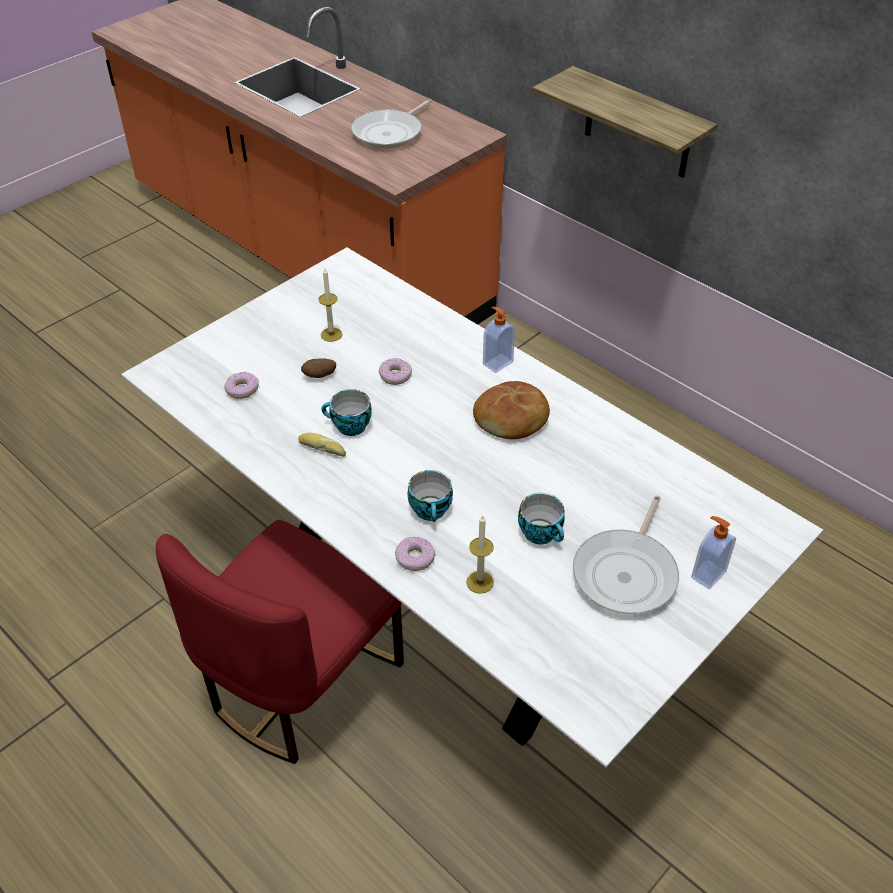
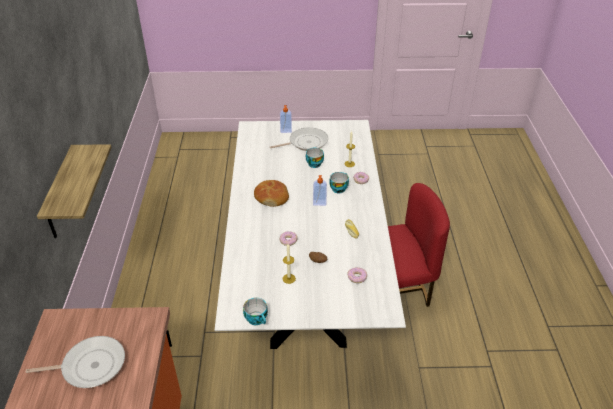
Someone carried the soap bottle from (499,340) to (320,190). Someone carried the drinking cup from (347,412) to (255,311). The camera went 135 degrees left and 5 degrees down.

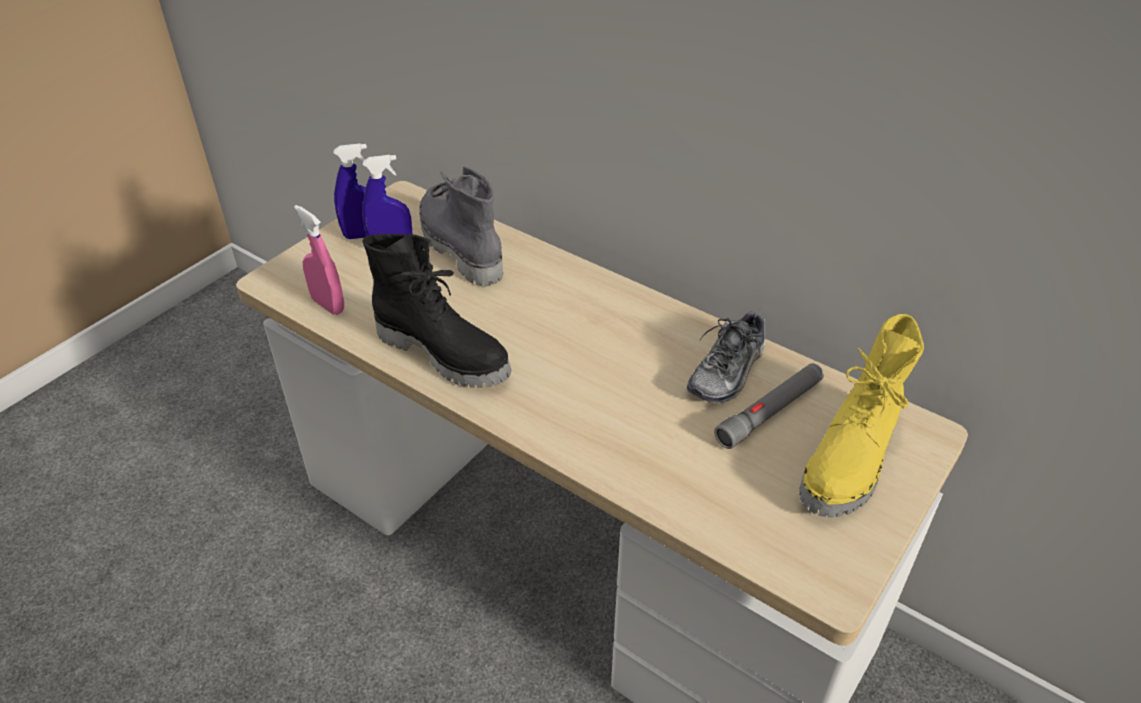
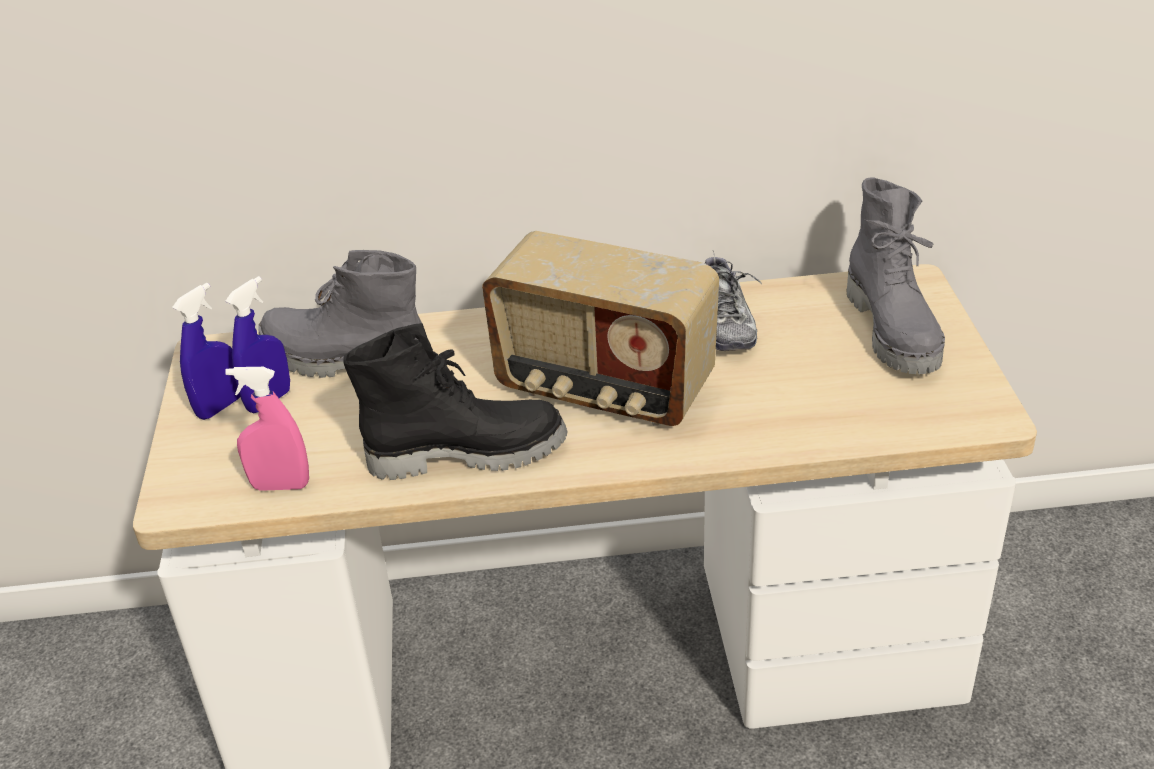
Someone repainted the yellow tall boot at (861,416), which became the gray tall boot at (895,276). Someone took away the gray hand torch at (769,406). Someone put down the radio receiver at (600,328). The camera went 40 degrees left and 5 degrees down.

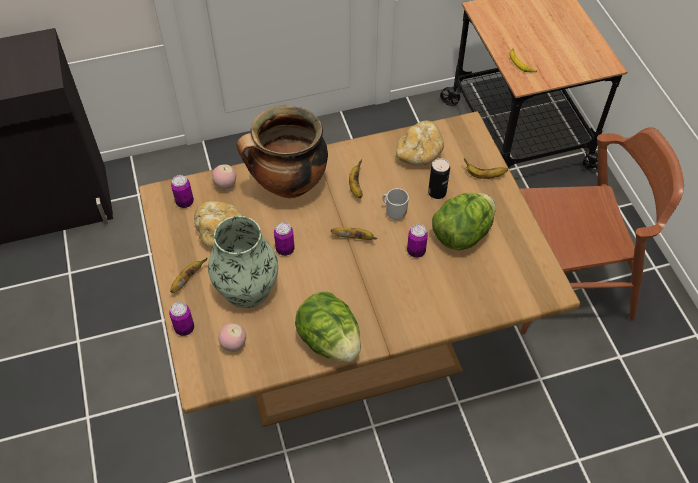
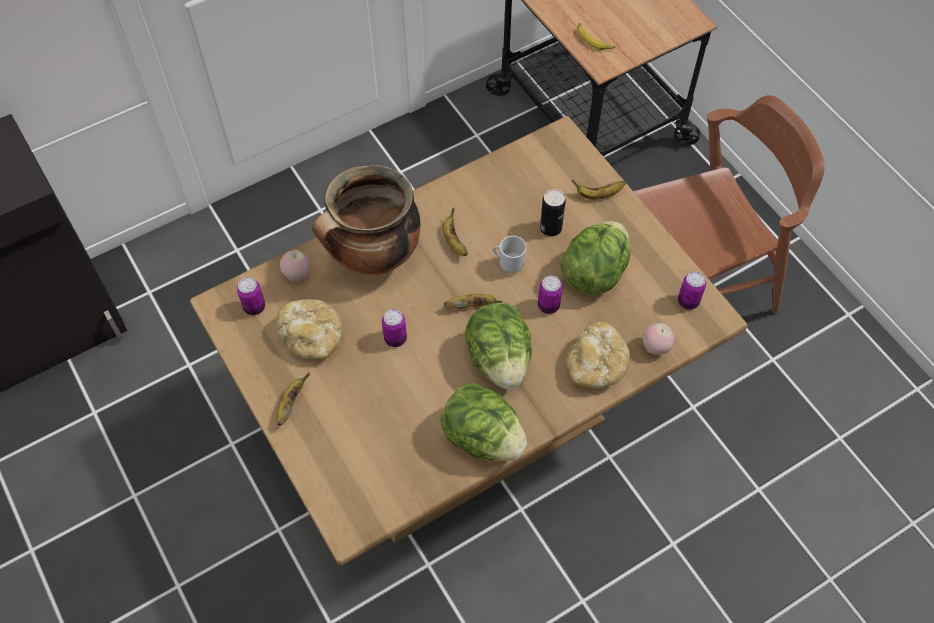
Someone carried the bread from (420,143) to (598,355). Someone took away the vase at (243,262). Someone carried the sealed can from (181,319) to (692,290). Someone carried the whole apple from (232,337) to (658,339). Someone put down the head of lettuce at (498,346). The camera went 15 degrees left and 5 degrees up.

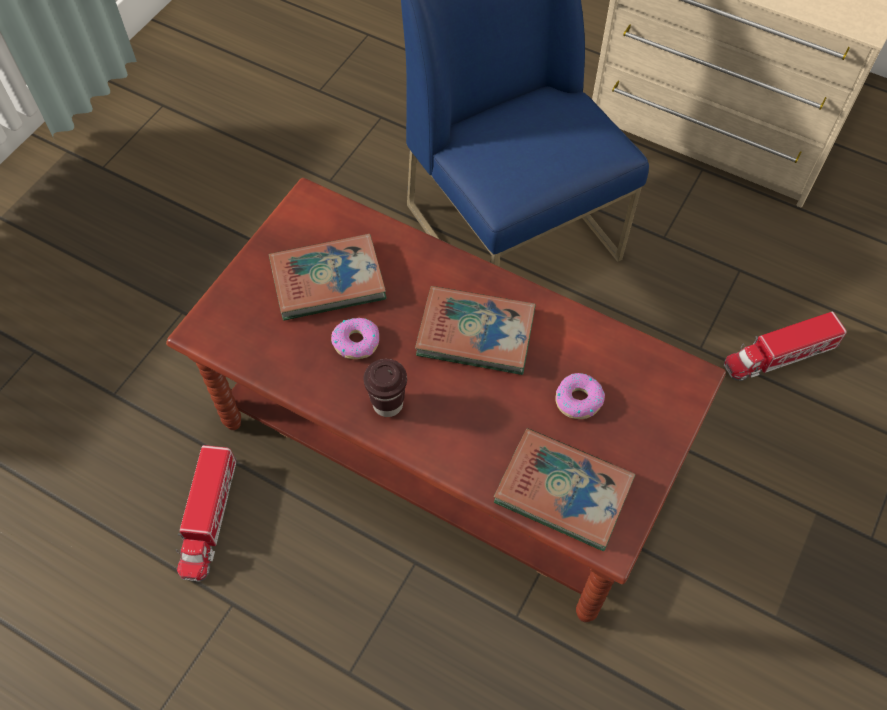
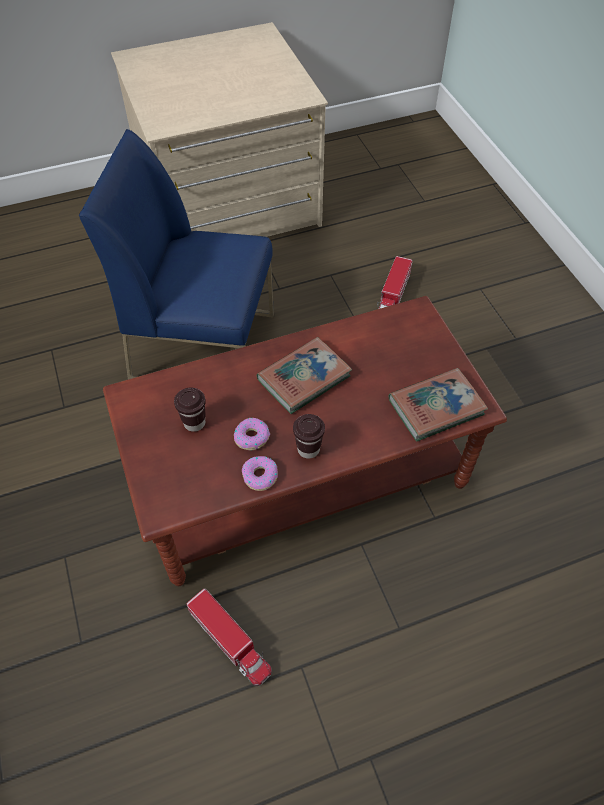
Someone swapped the volume at (328,277) for the brownish drinking cup at (190,410). Someone carried the ring doughnut from (580,396) to (260,473). The camera went 50 degrees left and 5 degrees down.

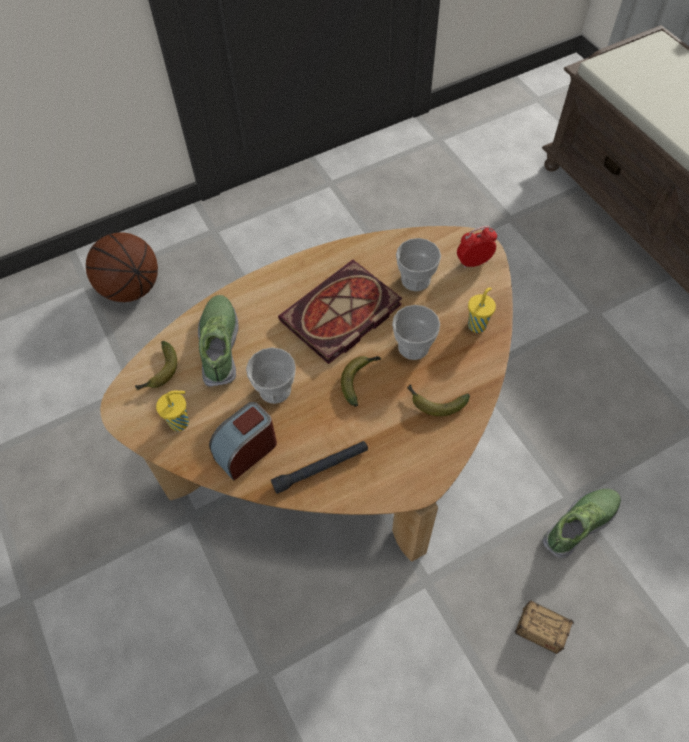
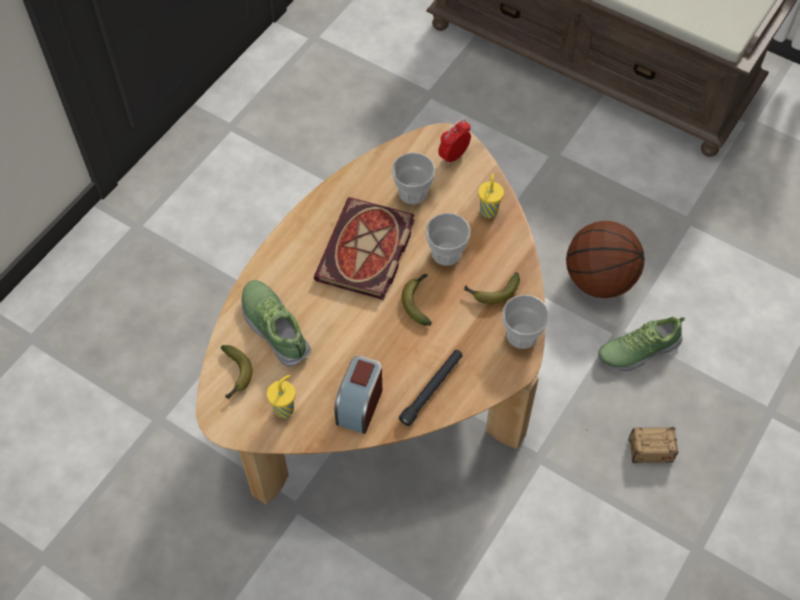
Someone carried the basketball from (122,267) to (605,259). Someone carried the drinking cup from (271,375) to (525,322). Someone rotated the shoe at (581,524) by 135 degrees counterclockwise. The camera went 30 degrees left and 0 degrees up.

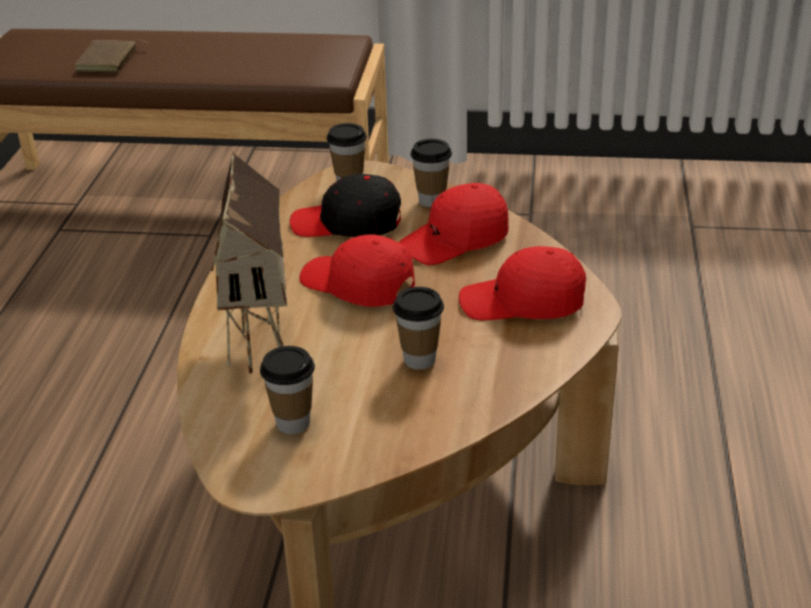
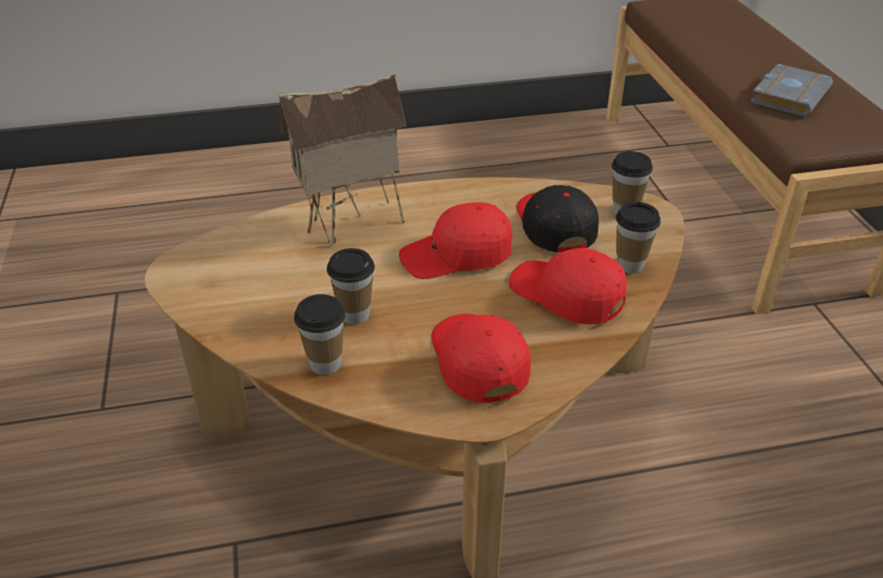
Someone took away the brownish volume at (111,56). Someone rotated the red-coloured baseball cap at (357,270) by 120 degrees counterclockwise. Someone carried the drinking cup from (287,390) to (320,334). Someone put down the gray volume at (792,90). The camera went 70 degrees right and 5 degrees up.

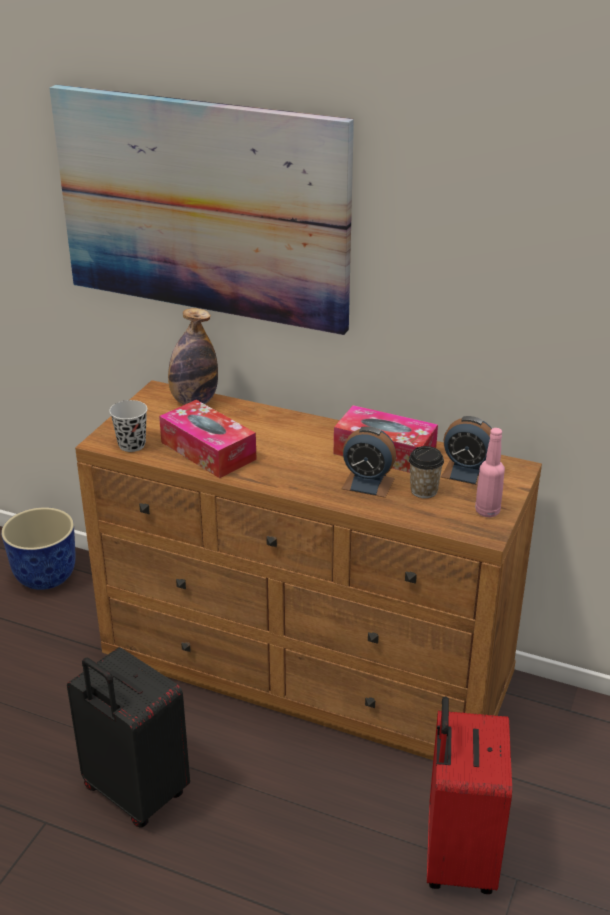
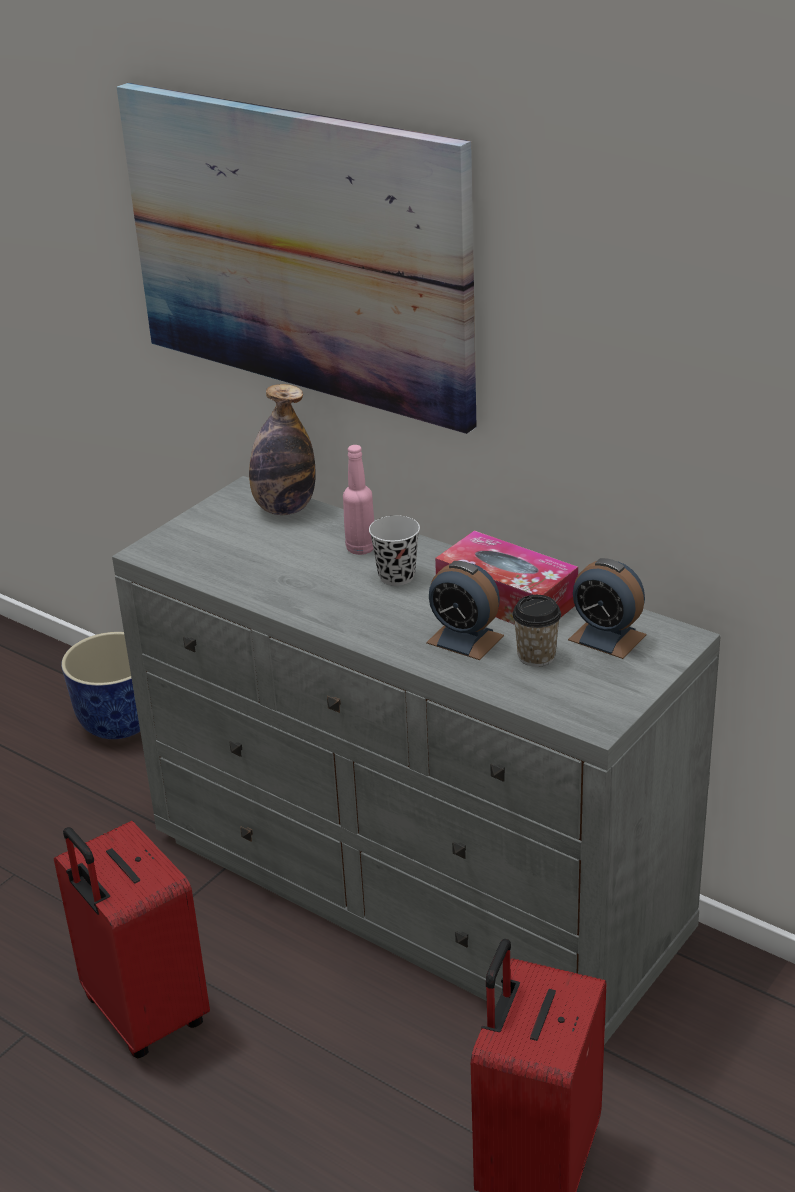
Someone repainted the brownish dresser at (308,570), which became the gray dresser at (416,760). Someone carried the black drinking cup from (128,426) to (394,550). Someone took away the tissue holder at (208,439). Someone carried the pink bottle from (490,472) to (358,500). Someone repainted the black suitcase at (128,737), which became the red-coloured suitcase at (132,939). The camera went 15 degrees right and 0 degrees up.

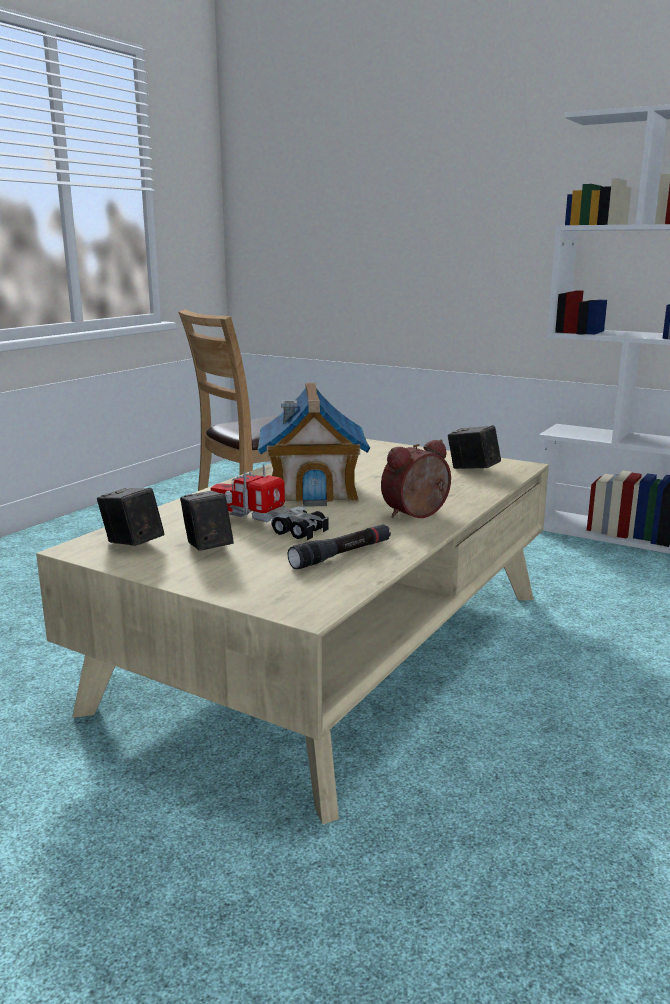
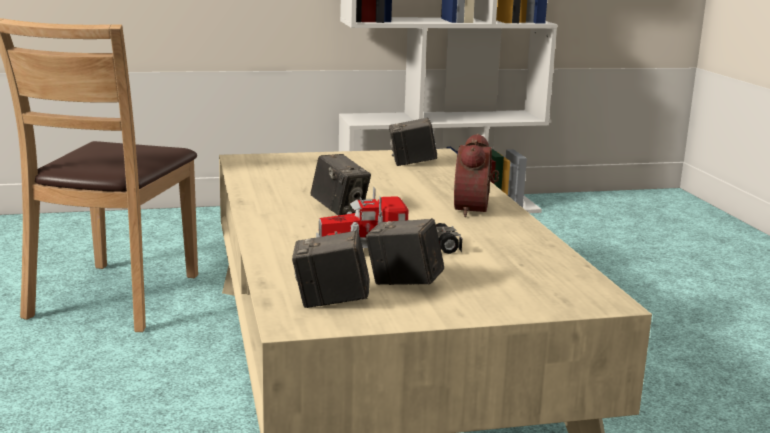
Someone swapped the model house at (314,445) for the photo camera at (341,184). Someone took away the black hand torch at (339,546). The camera went 45 degrees left and 0 degrees up.

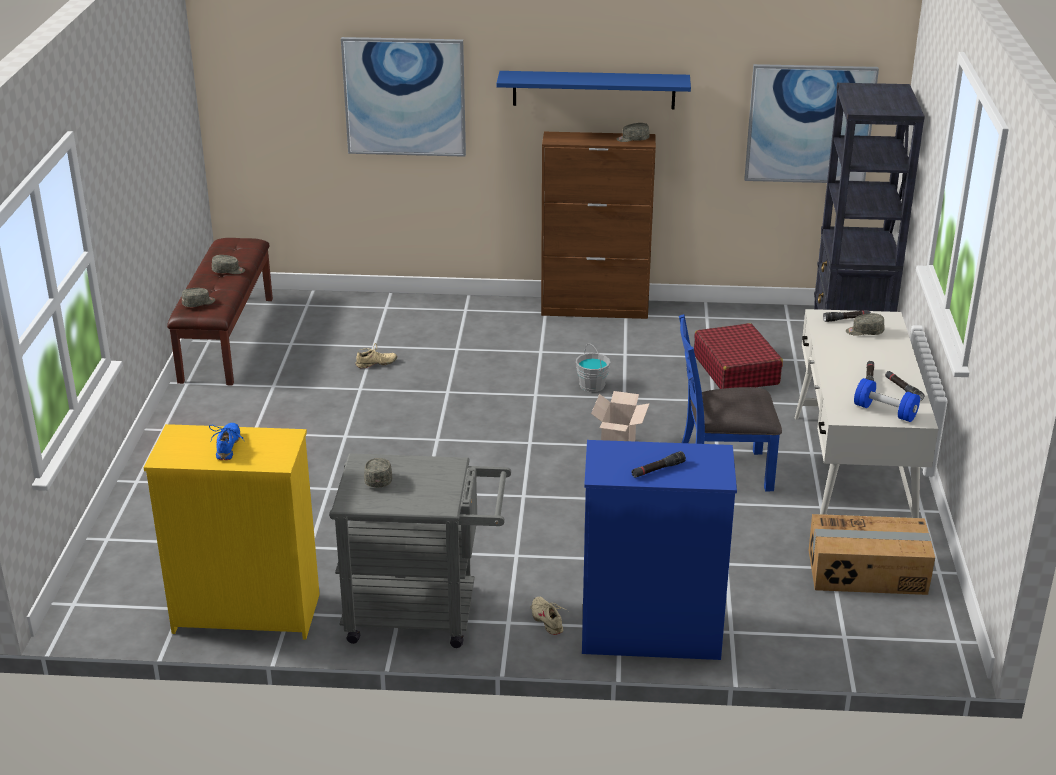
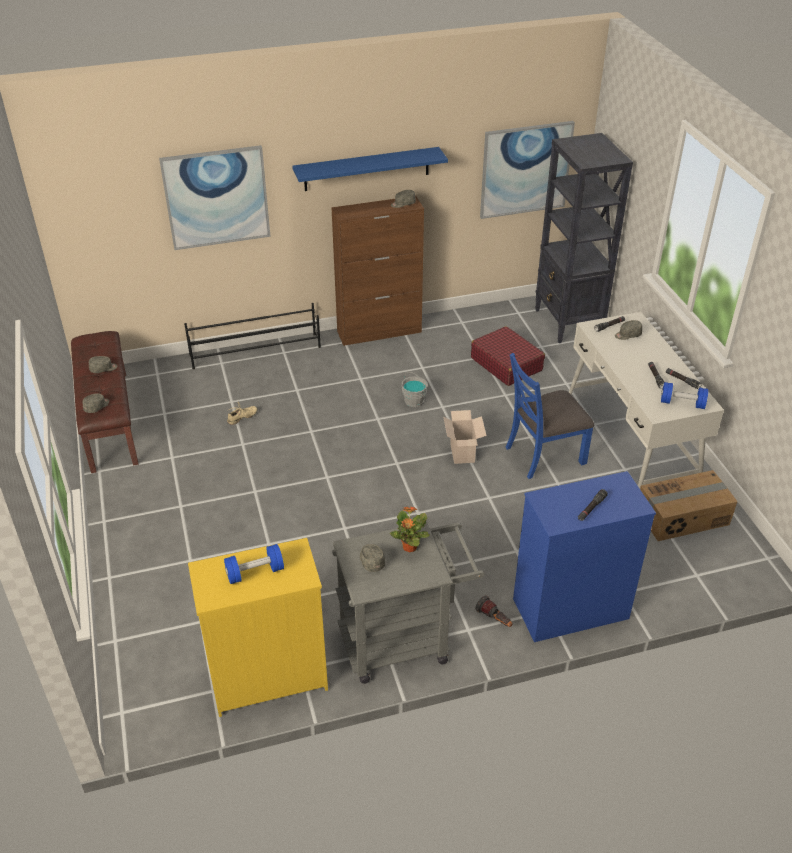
Someone swapped the blue-coloured shoe at (226,441) for the blue-coloured dumbbell at (254,564). Someone swapped the beige-coloured shoe at (549,616) for the hand torch at (494,611). Someone put down the black shoe stand at (252,336). Someone put down the potted plant at (409,529). The camera went 20 degrees left and 10 degrees up.

